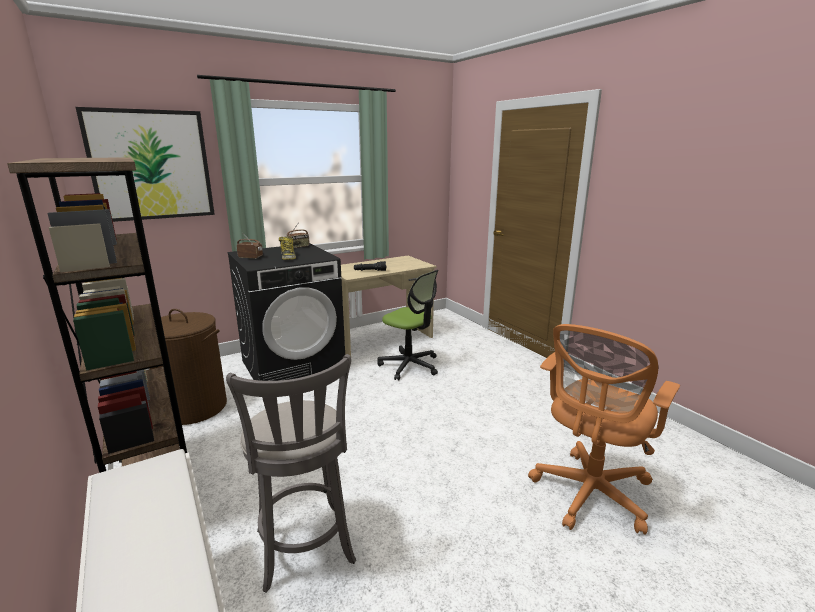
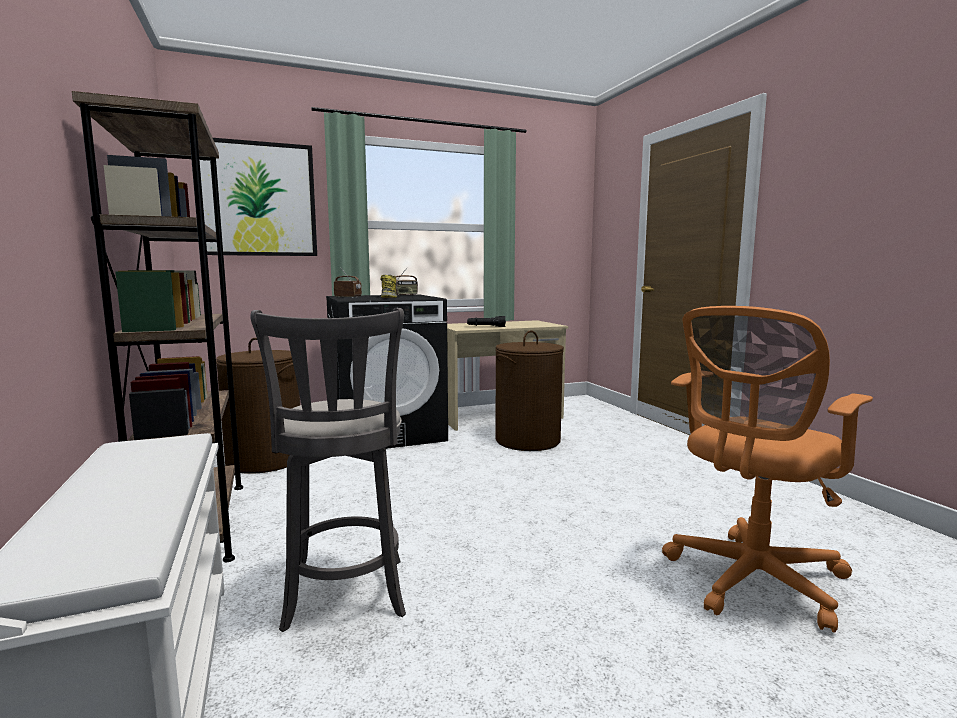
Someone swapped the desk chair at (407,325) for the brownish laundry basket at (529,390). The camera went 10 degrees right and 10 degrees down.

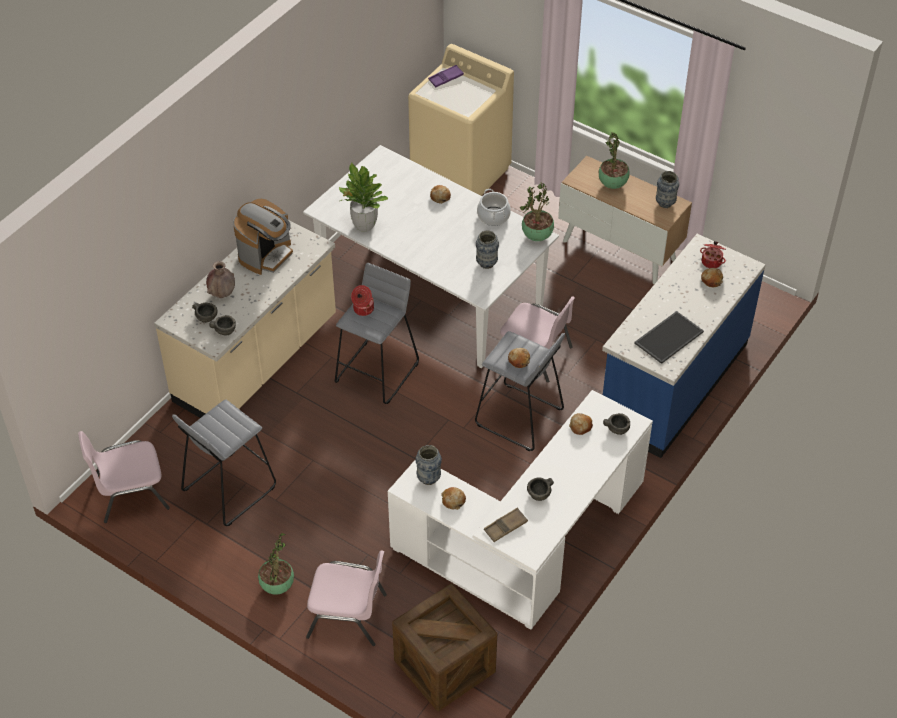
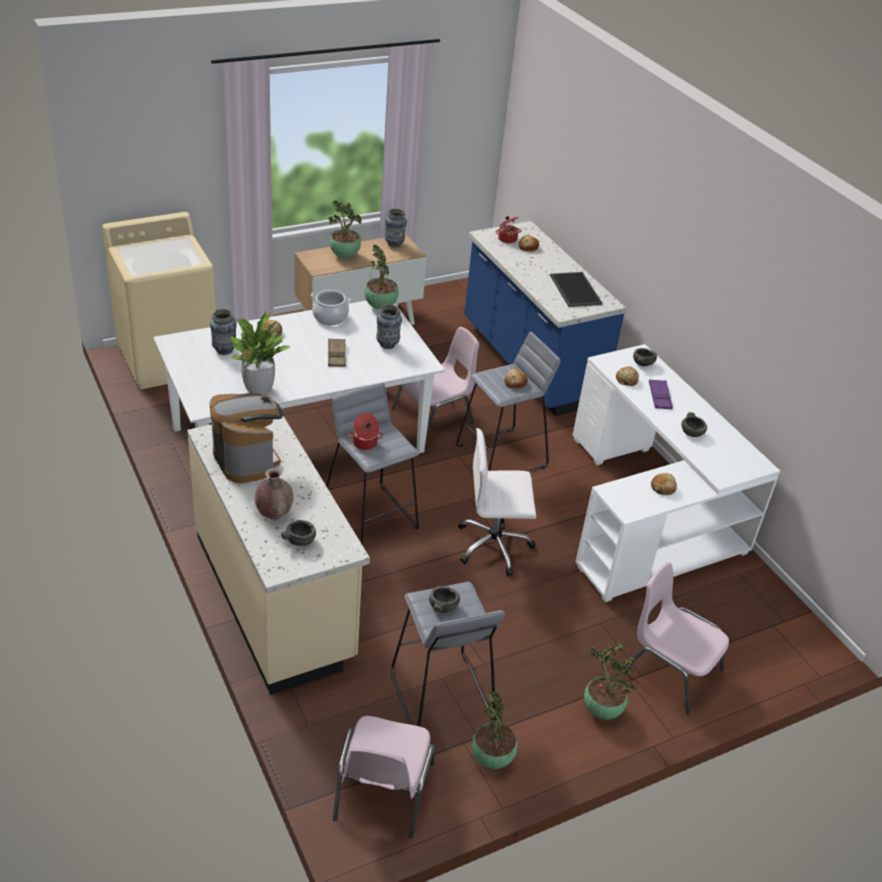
Someone carried the purple serving tray from (446,76) to (661,394). Someone carried the gray serving bowl from (223,325) to (444,599). Someone carried the vase from (429,465) to (223,332). Someone carried the brownish serving tray from (506,525) to (337,352). Someone rotated the pink plain chair at (346,598) by 90 degrees counterclockwise. Someone took away the crate at (444,647). Someone put down the white desk chair at (497,502). Someone put down the potted plant at (494,730). The camera went 65 degrees left and 10 degrees down.

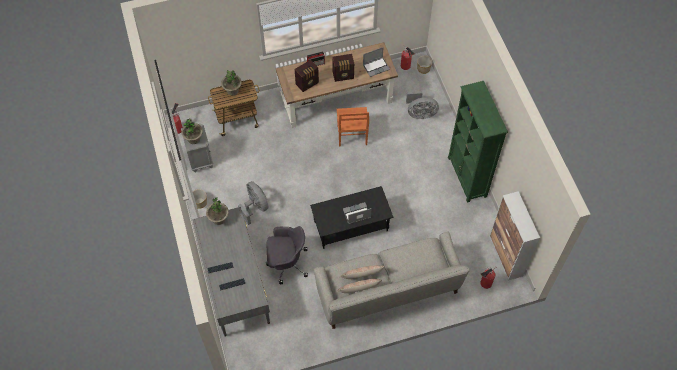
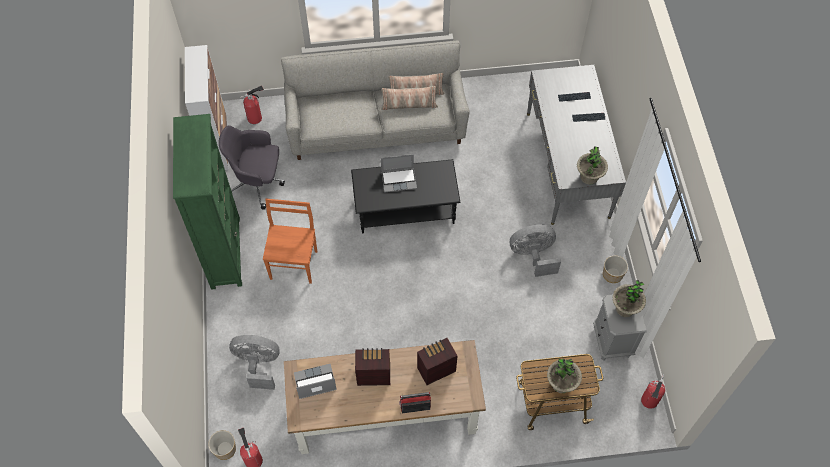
Someone carried the orangey plain chair from (353,127) to (290,241). Someone rotated the gray electric fan at (253,203) by 105 degrees clockwise. Someone carried the gray desk chair from (287,255) to (252,167). The camera went 170 degrees left and 0 degrees up.

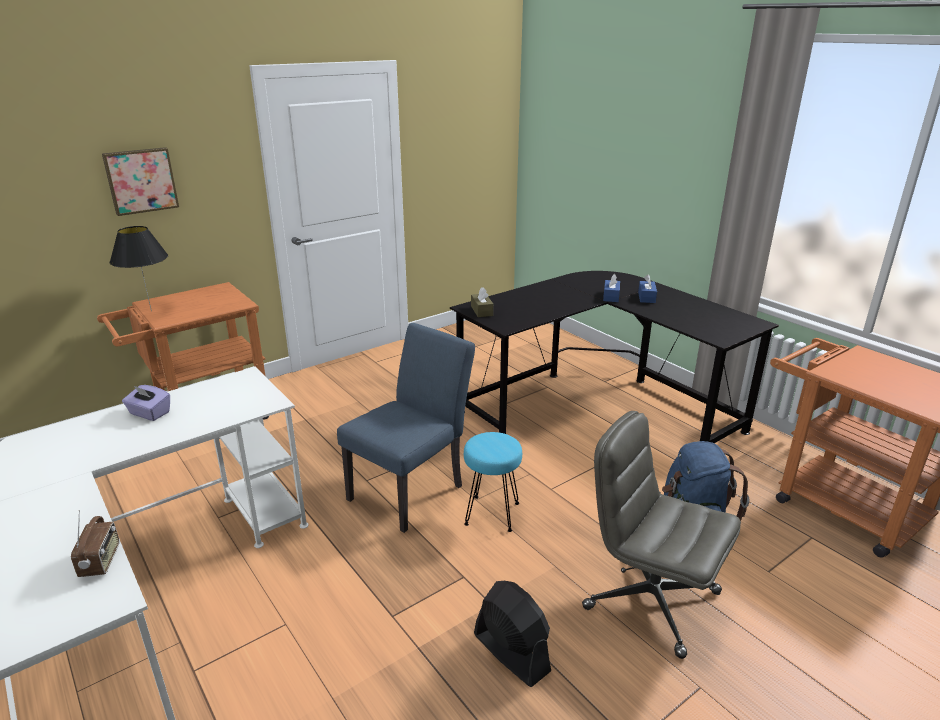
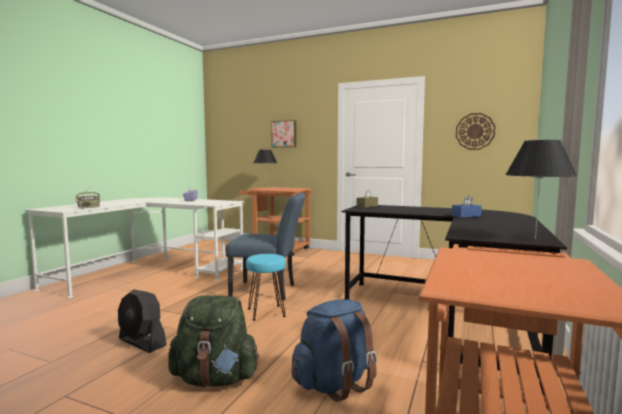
Someone took away the blue-coloured tissue holder at (647,288). Someone swapped the gray desk chair at (661,535) for the greenish knapsack at (214,341). Someone rotated the black electric fan at (512,634) by 105 degrees clockwise. Someone put up the hanging clock at (476,131). Someone put down the black table lamp at (541,189). The camera went 60 degrees right and 20 degrees down.

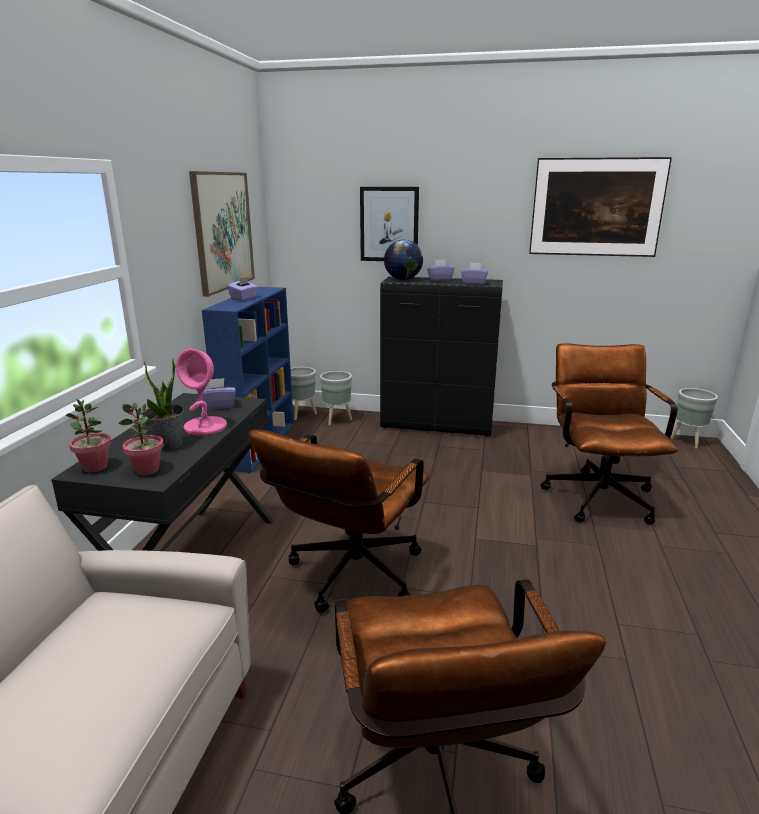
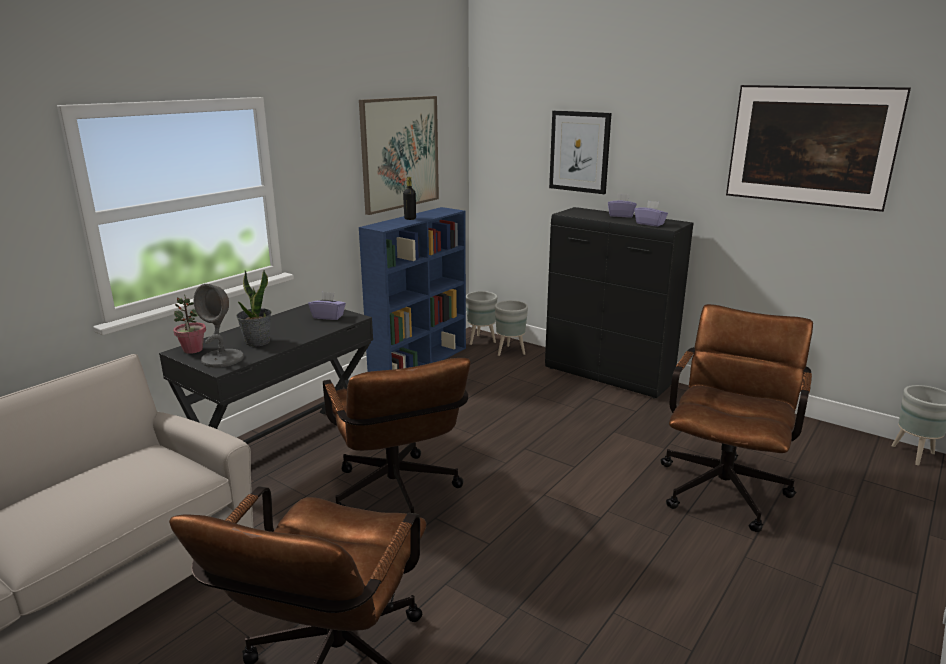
Someone took away the globe at (403,260). Someone swapped the purple tissue holder at (242,289) for the black bottle at (409,198). Someone took away the pink table lamp at (201,392). Someone swapped the potted plant at (141,438) for the gray table lamp at (219,326). Someone rotated the brownish desk chair at (338,521) by 75 degrees counterclockwise. The camera went 25 degrees right and 0 degrees up.

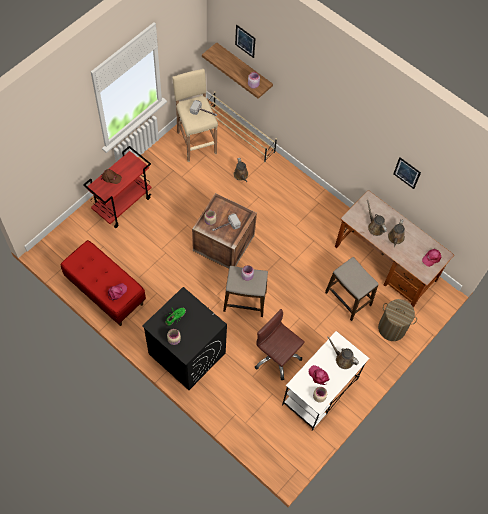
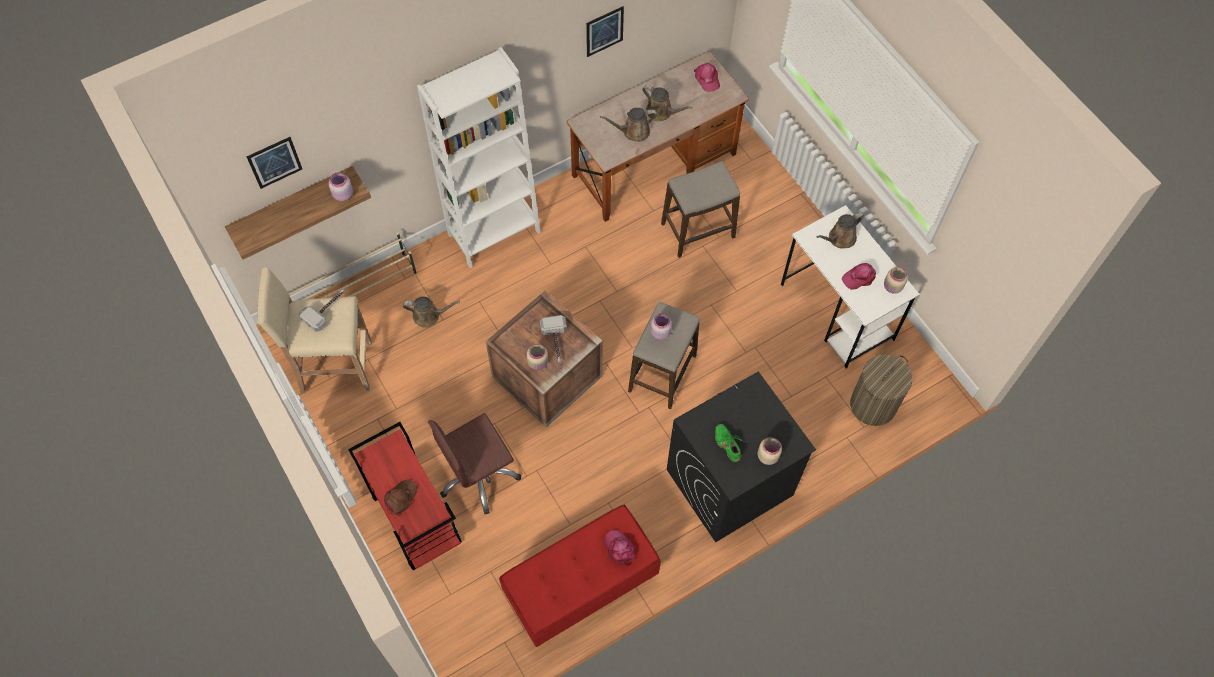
Someone carried the laundry basket from (397,320) to (881,390). Someone carried the brownish desk chair from (280,344) to (474,463). Someone put down the white bookcase at (478,157). The camera went 70 degrees left and 0 degrees up.

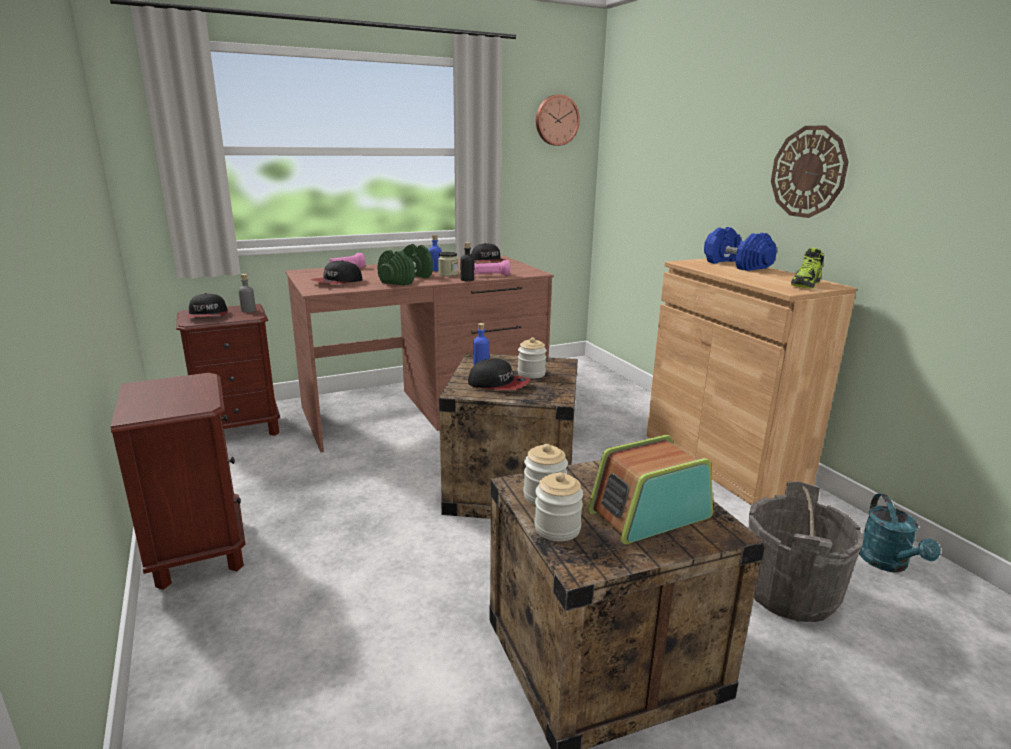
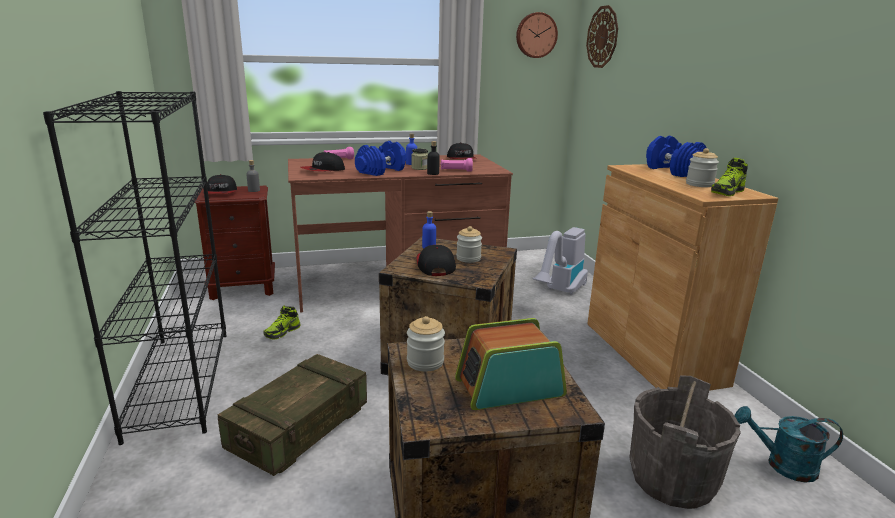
Someone carried the hanging clock from (810,172) to (602,36). Someone repainted the greenish dumbbell at (405,265), which became the blue-coloured dumbbell at (380,158). Someone rotated the baseball cap at (499,374) by 135 degrees counterclockwise. Someone swapped the brownish bedside table at (178,481) for the black bookcase at (134,268). Someone carried the storage jar from (558,506) to (702,167). Someone rotated the blue-green sprinkling can at (900,533) by 90 degrees clockwise. Someone put down the hoover at (560,261). Someone put down the shoe at (281,323). Someone put down the crate at (292,415). The camera went 10 degrees right and 0 degrees up.

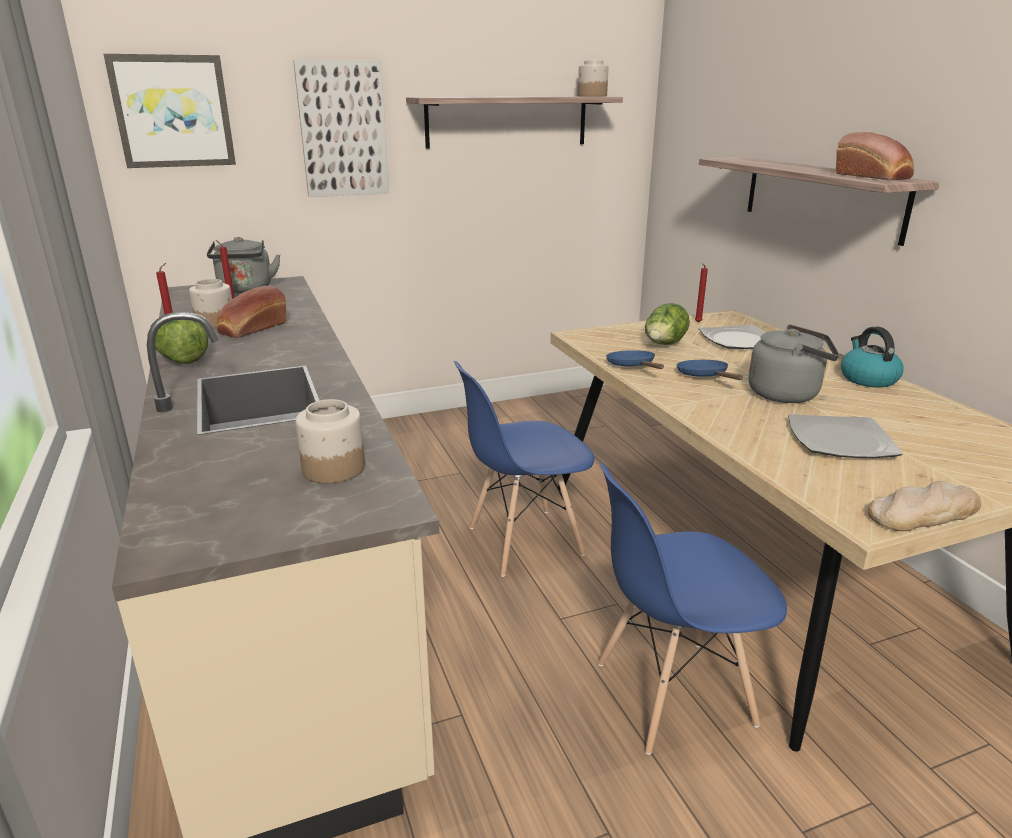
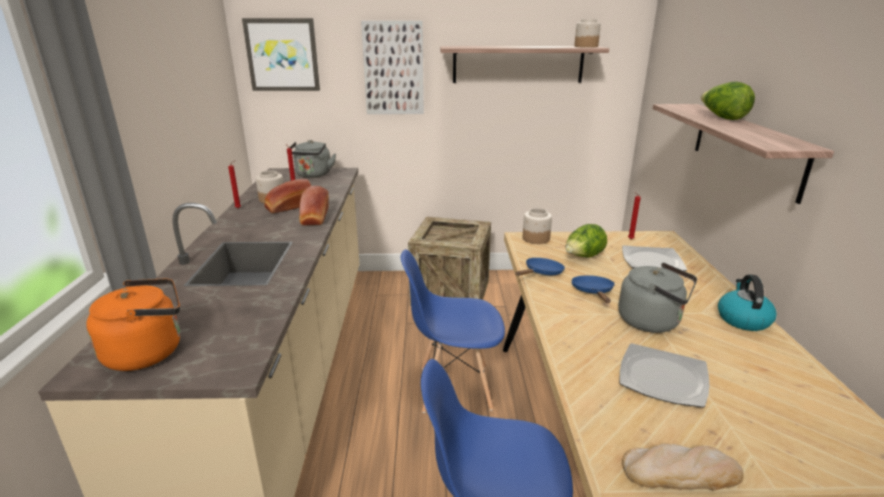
Someone carried the bread from (875,156) to (314,205). Someone carried the head of lettuce from (181,342) to (728,101). Someone rotated the blue-coloured skillet at (635,359) by 45 degrees clockwise. Someone carried the storage jar from (330,441) to (537,226). Someone put down the crate at (449,261). Someone put down the orangey water kettle at (133,324). The camera went 20 degrees right and 0 degrees up.

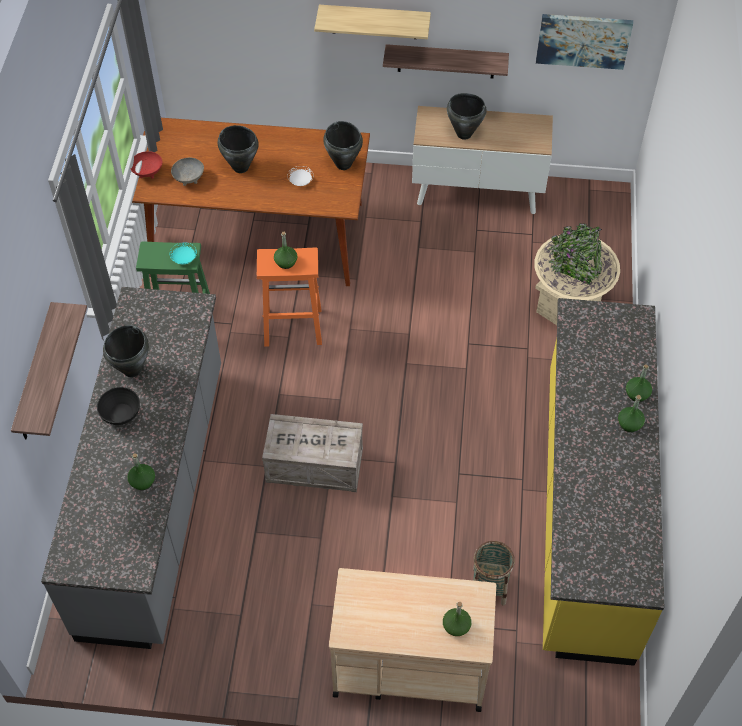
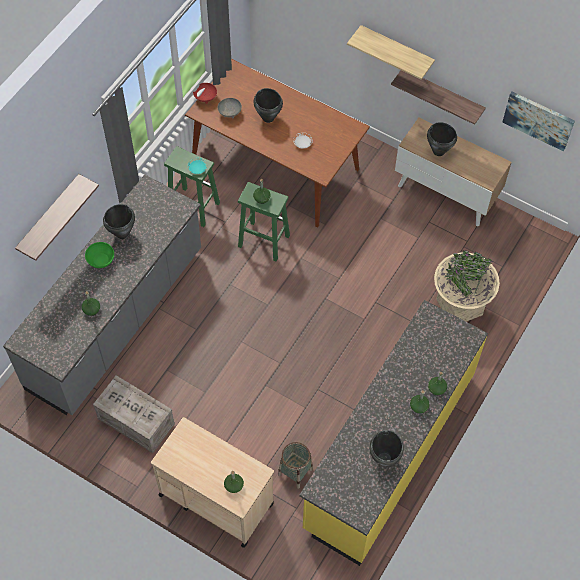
Someone carried the black stockpot from (343,145) to (386,448). Someone repainted the orangey stool seat at (289,297), which became the greenish stool seat at (264,222). Someone repainted the black serving bowl at (118,406), which became the greenish serving bowl at (99,255). Someone carried the crate from (312,453) to (134,414). The camera went 25 degrees right and 5 degrees up.

